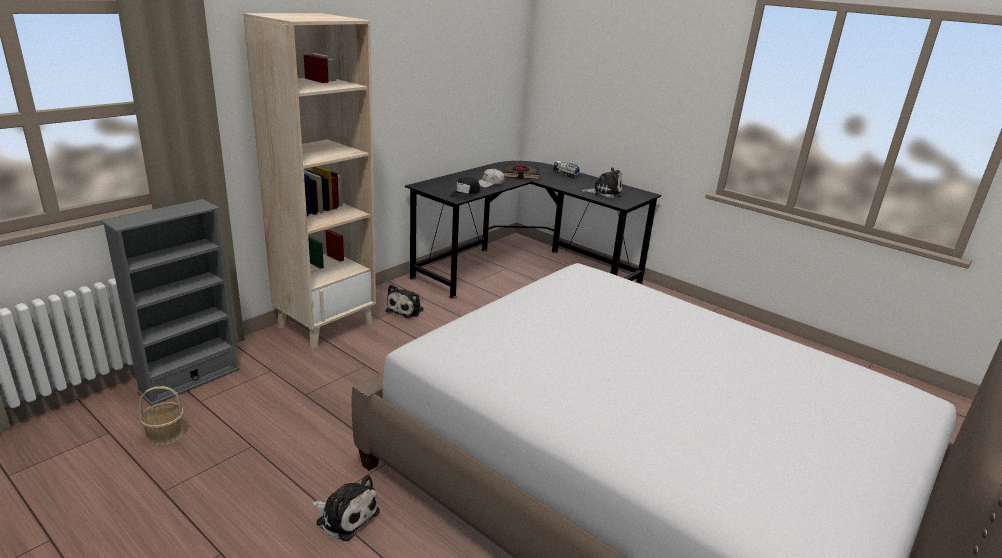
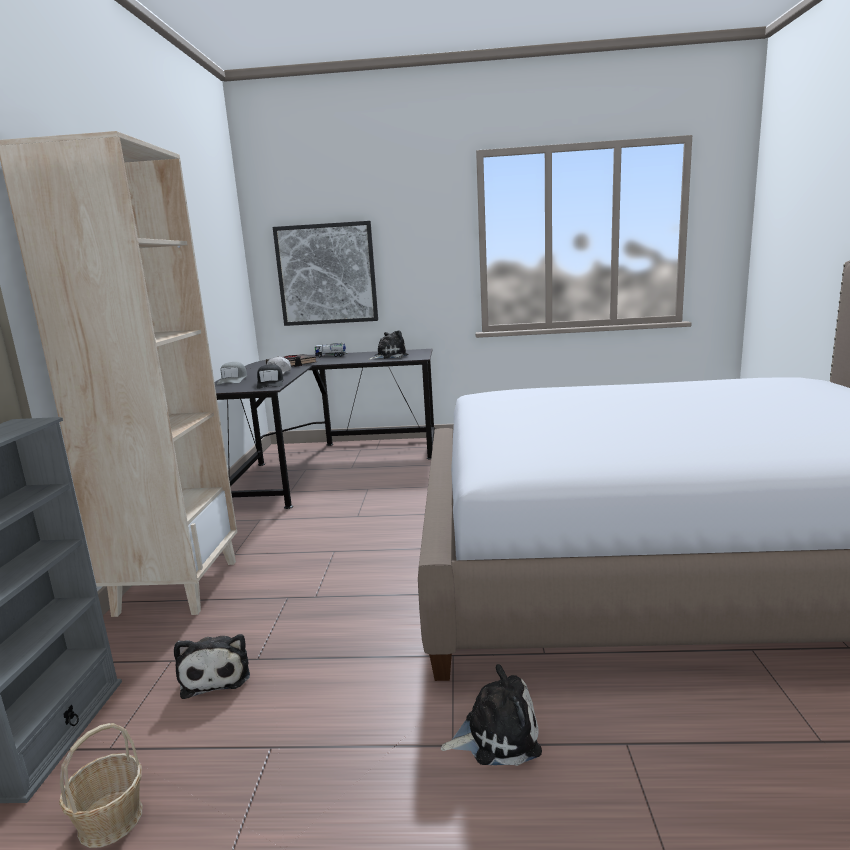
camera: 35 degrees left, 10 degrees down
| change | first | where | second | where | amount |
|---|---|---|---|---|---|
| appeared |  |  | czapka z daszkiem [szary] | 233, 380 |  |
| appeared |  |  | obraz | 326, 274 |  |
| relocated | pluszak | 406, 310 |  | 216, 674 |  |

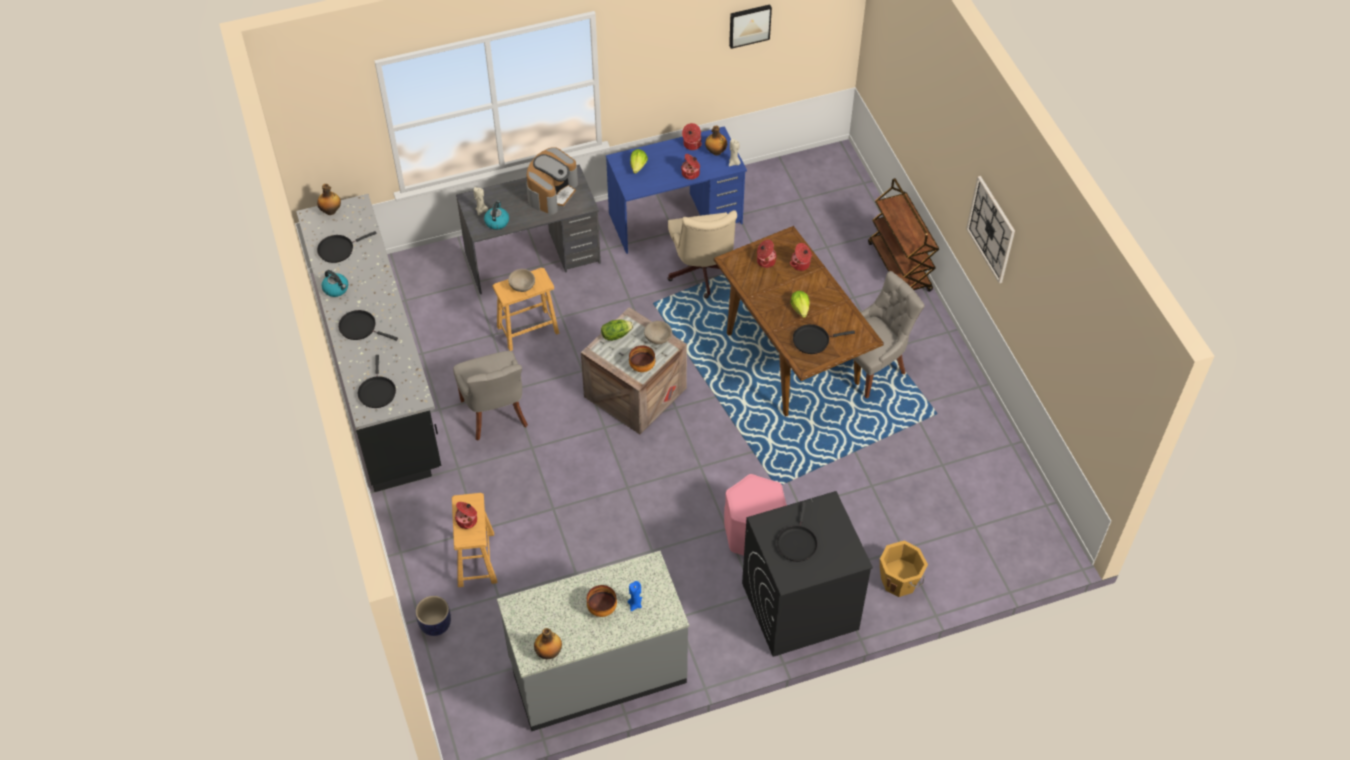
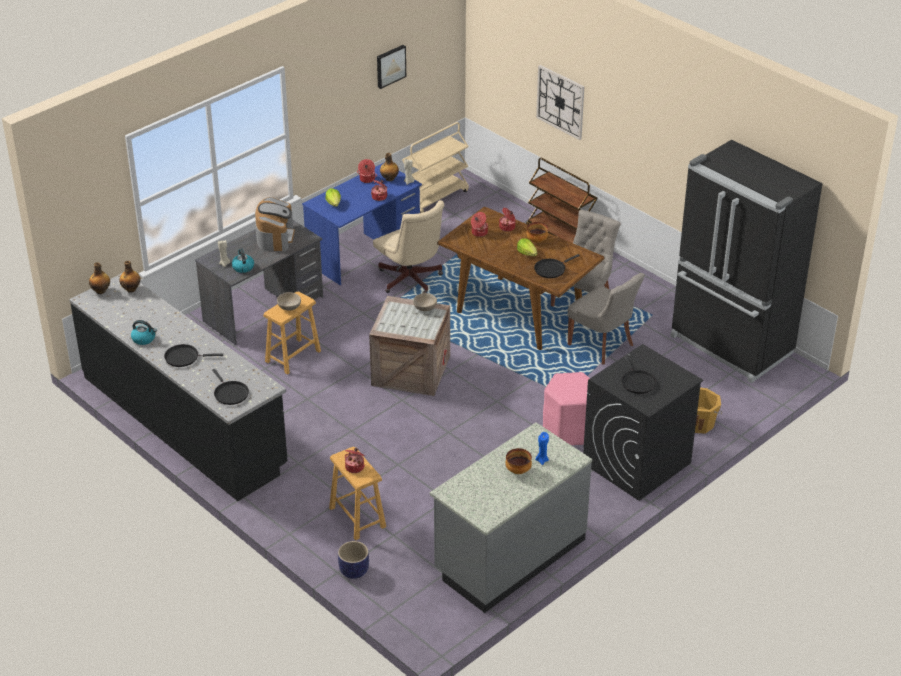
camera: 25 degrees left, 15 degrees down
| change | first | where | second | where | amount |
|---|---|---|---|---|---|
| missing | patelnia [czarny] | 338, 249 |  |  |  |
| missing | sałata | 616, 335 |  |  |  |
| appeared |  |  | wózek [beżowy] | 435, 197 |  |
| appeared |  |  | lodówka [czarny] | 730, 346 |  |
| relocated | krzesło [szary] | 495, 414 |  | 602, 345 |  |
| relocated | butelka | 549, 652 |  | 131, 289 |  |
| relocated | miska | 642, 367 |  | 537, 240 |  |
| relocated | zegar ścienny | 991, 229 |  | 560, 102 |  |

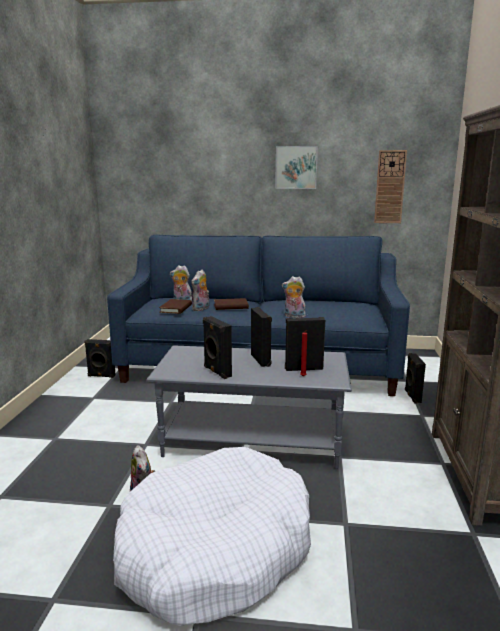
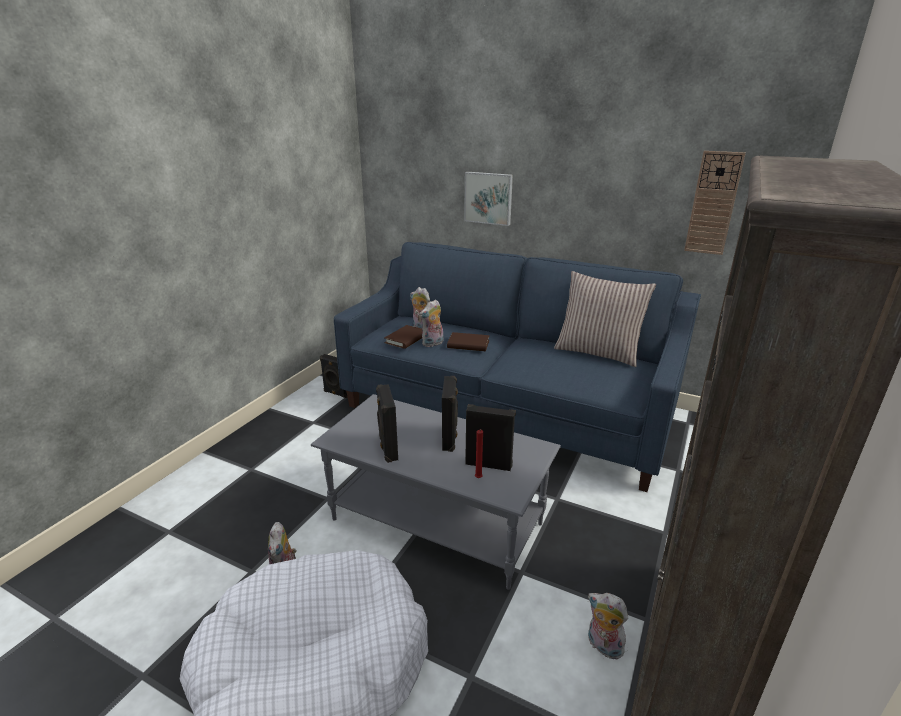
camera: 20 degrees right, 10 degrees up
| change | first | where | second | where | amount |
|---|---|---|---|---|---|
| missing | głośnik [czarny] | 412, 396 |  |  |  |
| appeared |  |  | poduszka | 598, 352 |  |
| relocated | obraz | 296, 167 |  | 488, 198 |  |
| relocated | pluszak | 293, 316 |  | 602, 646 |  |

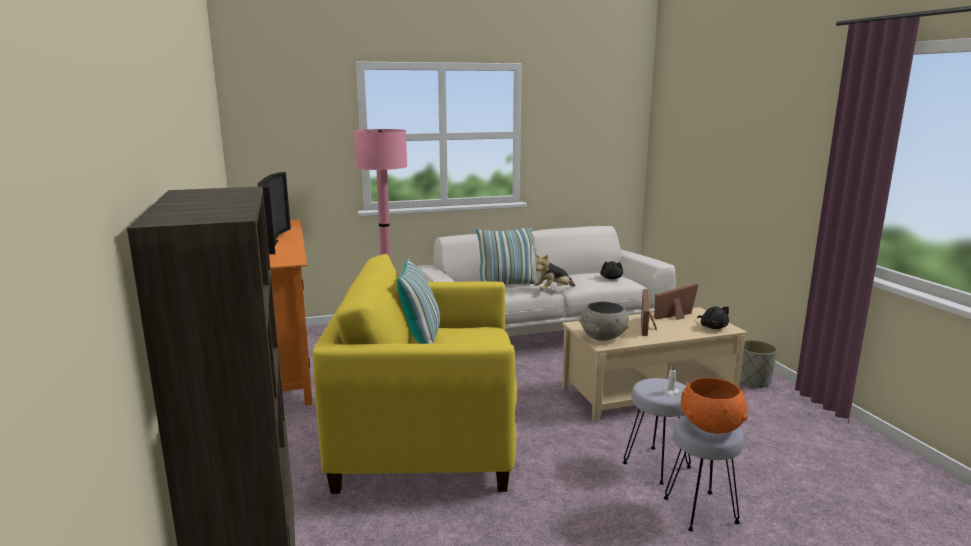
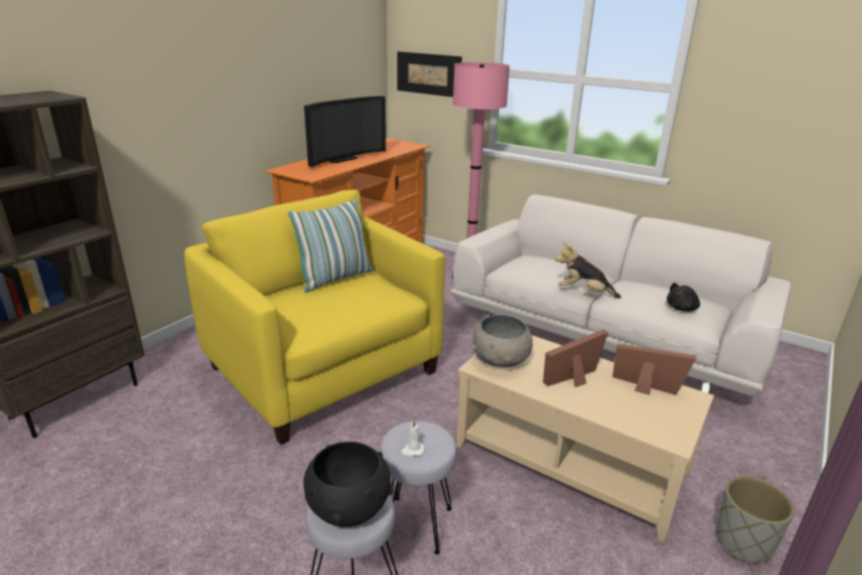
camera: 50 degrees right, 10 degrees up
| change | first | where | second | where | amount |
|---|---|---|---|---|---|
| missing | poduszka | 506, 284 |  |  |  |
| missing | pluszak [czarny] | 712, 327 |  |  |  |
| appeared |  |  | obraz | 428, 74 |  |
| colour | miska [pomarańczowy] | 710, 427 | miska [czarny] | 348, 507 |  |

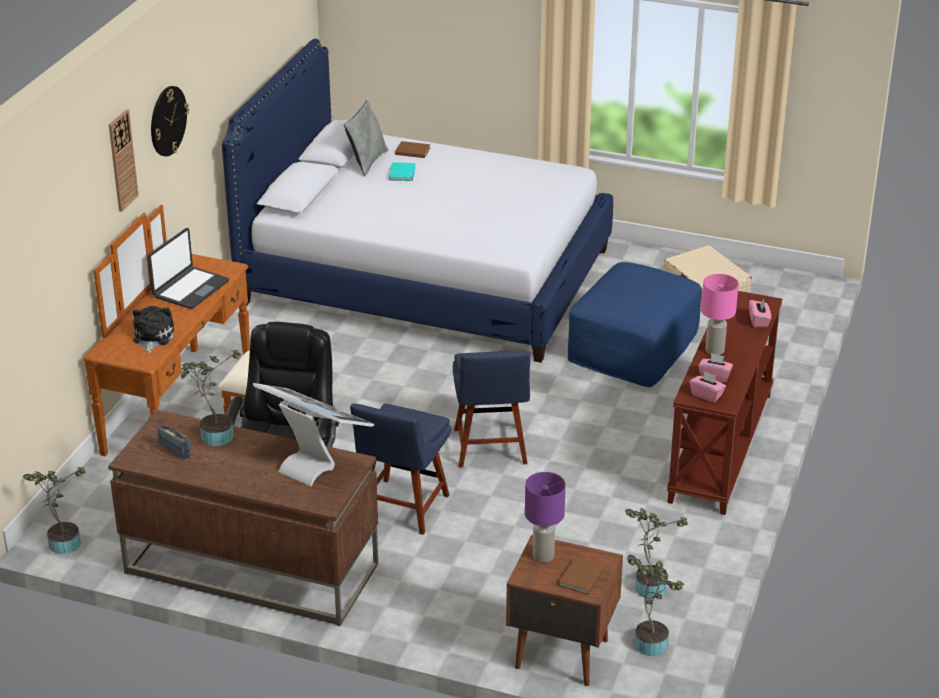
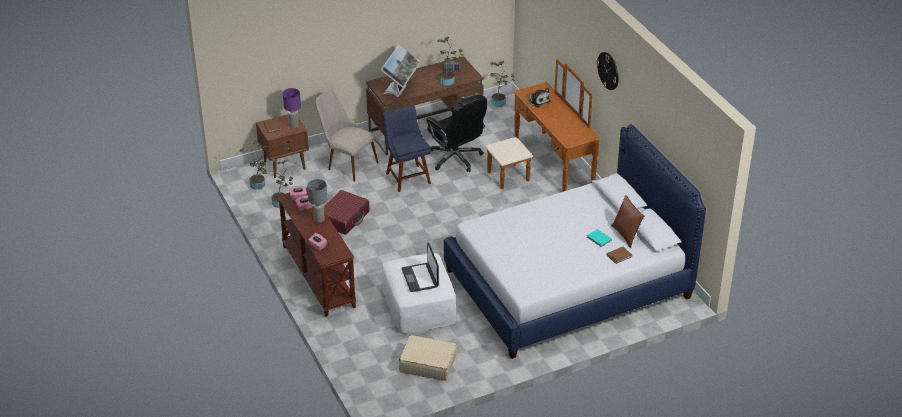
camera: 135 degrees right, 5 degrees up
| change | first | where | second | where | amount |
|---|---|---|---|---|---|
| missing | zegar ścienny | 122, 160 |  |  |  |
| missing | krzesło [niebieski] | 490, 449 |  |  |  |
| appeared |  |  | krzesło [beżowy] | 346, 163 |  |
| appeared |  |  | walizka [czerwony] | 344, 218 |  |
| relocated | laptop | 190, 289 |  | 420, 278 |  |
| colour | poduszka [szary] | 367, 162 | poduszka [brązowy] | 626, 235 |  |
| colour | pufa [niebieski] | 633, 346 | pufa [biały] | 419, 305 |  |
| colour | lampa stołowa [różowy] | 714, 351 | lampa stołowa [szary] | 319, 219 |  |
| spun | monitor | 315, 462 |  | 400, 91 | 60 degrees counterclockwise |

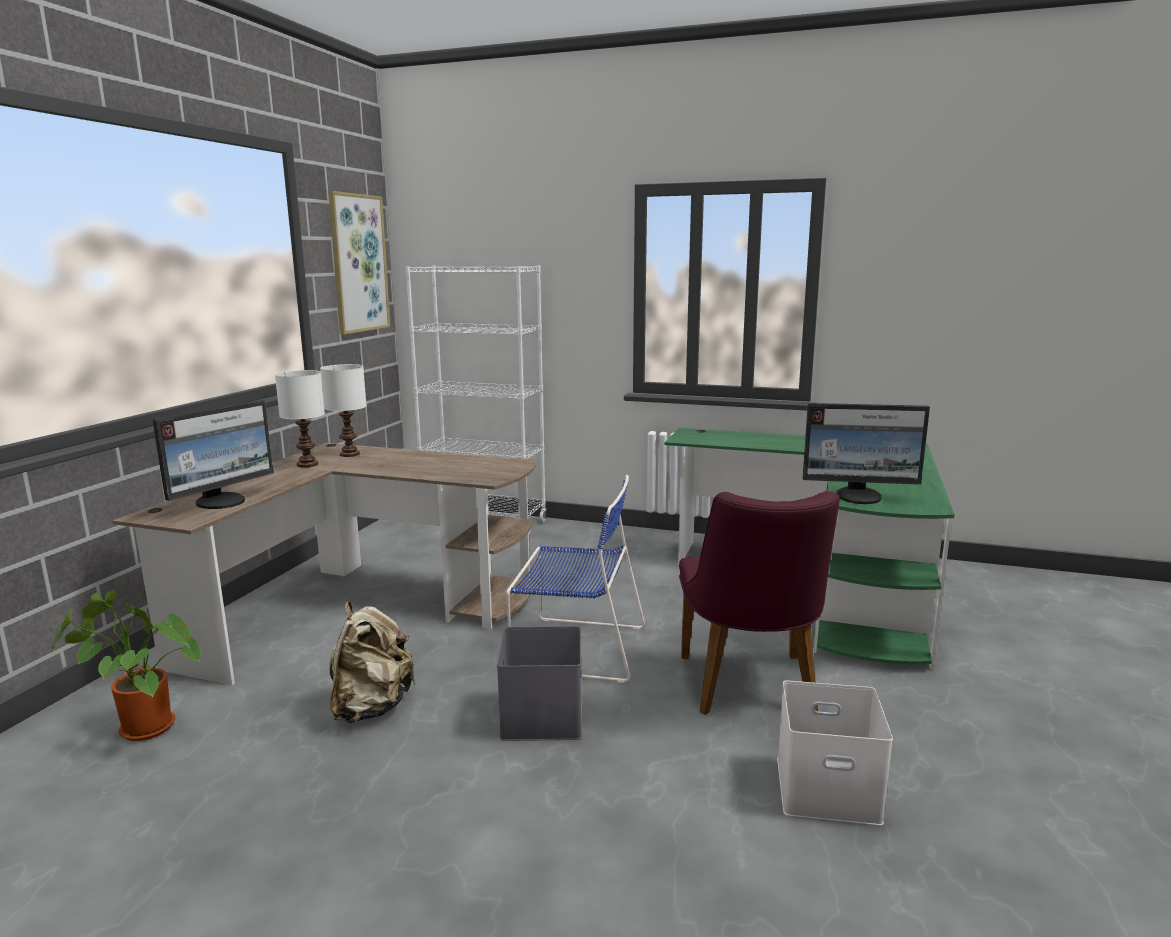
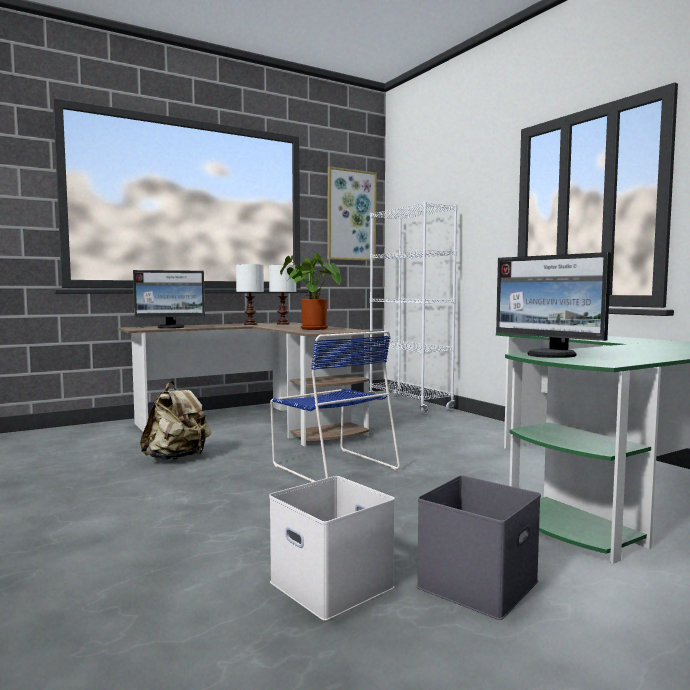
camera: 40 degrees right, 10 degrees down
| change | first | where | second | where | amount |
|---|---|---|---|---|---|
| missing | krzesło [fioletowy] | 750, 690 |  |  |  |
| relocated | roślina doniczkowa | 141, 729 |  | 311, 329 |  |
| relocated | pojemnik do przechowywania [szary] | 540, 715 |  | 476, 582 |  |

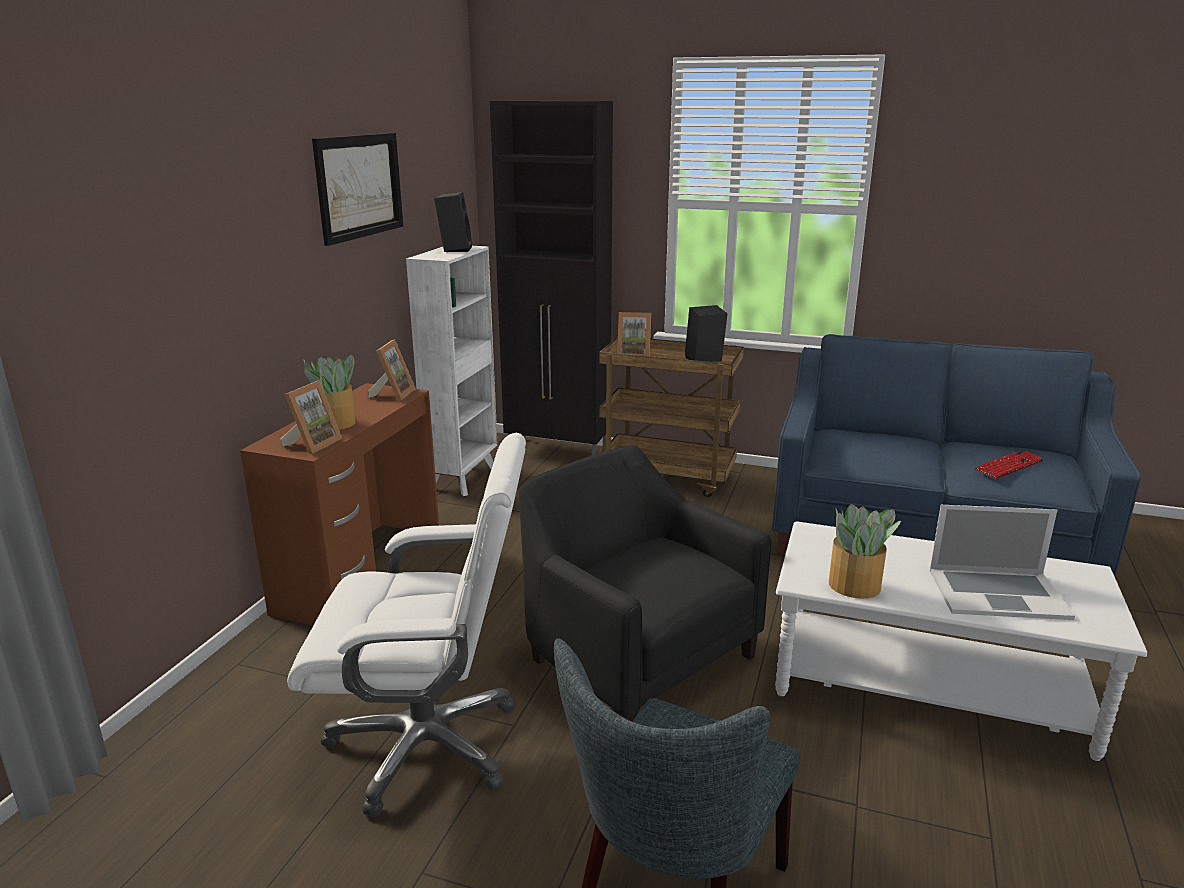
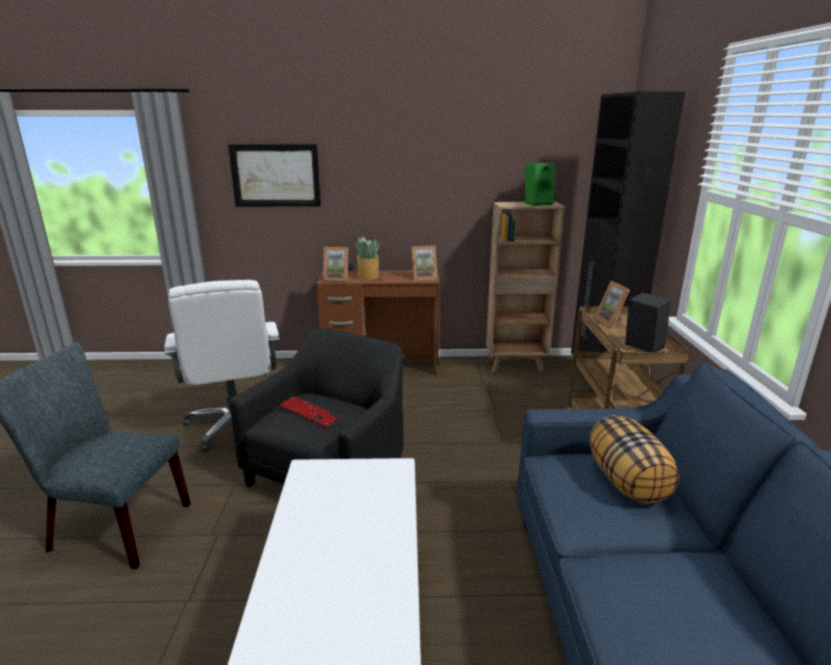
camera: 70 degrees right, 0 degrees up
| change | first | where | second | where | amount |
|---|---|---|---|---|---|
| missing | roślina doniczkowa | 855, 586 |  |  |  |
| missing | laptop | 997, 593 |  |  |  |
| appeared |  |  | poduszka | 627, 482 |  |
| relocated | obraz | 359, 186 |  | 276, 175 |  |
| relocated | klawiatura | 1009, 466 |  | 309, 413 |  |
| colour | regał [biały] | 463, 478 | regał [brązowy] | 516, 364 |  |
| colour | głośnik [czarny] | 454, 249 | głośnik [zielony] | 538, 203 |  |

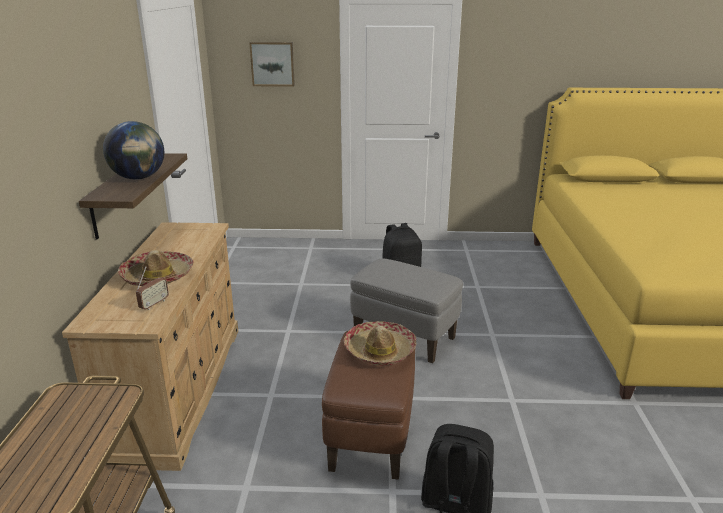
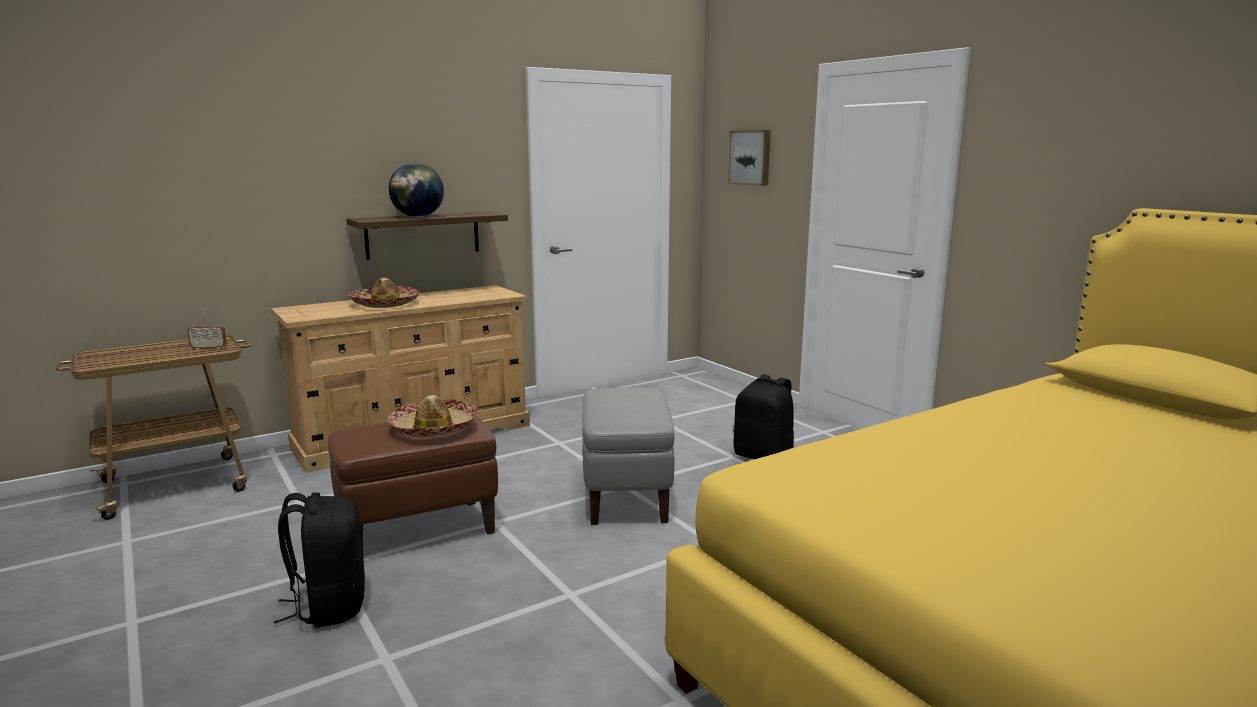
camera: 55 degrees right, 10 degrees down
| change | first | where | second | where | amount |
|---|---|---|---|---|---|
| relocated | radio | 154, 304 |  | 209, 348 |  |

